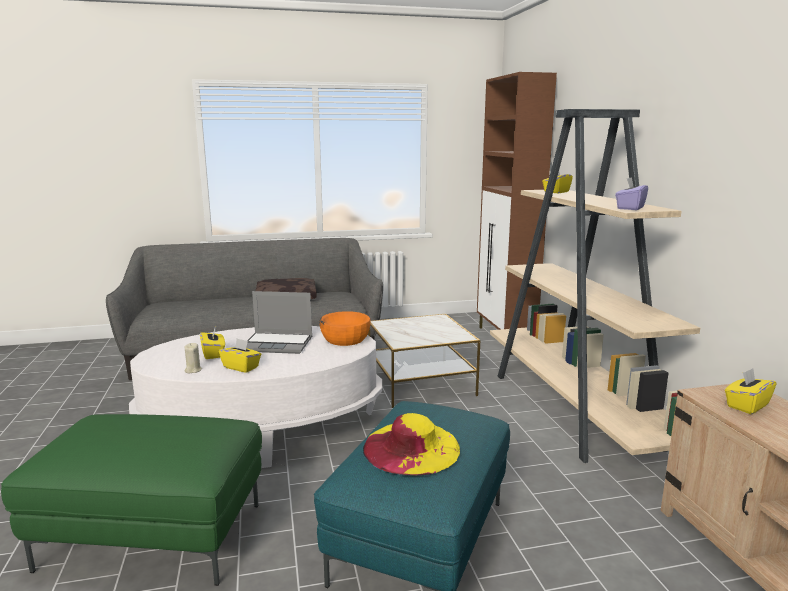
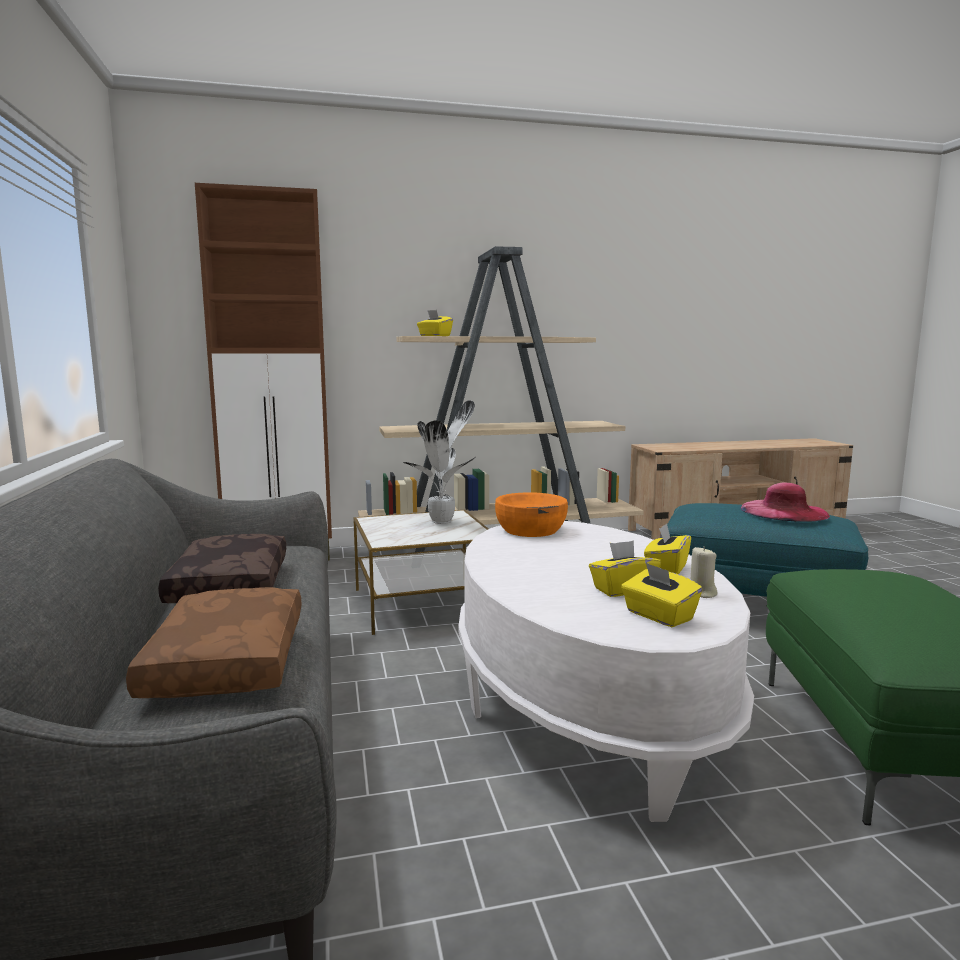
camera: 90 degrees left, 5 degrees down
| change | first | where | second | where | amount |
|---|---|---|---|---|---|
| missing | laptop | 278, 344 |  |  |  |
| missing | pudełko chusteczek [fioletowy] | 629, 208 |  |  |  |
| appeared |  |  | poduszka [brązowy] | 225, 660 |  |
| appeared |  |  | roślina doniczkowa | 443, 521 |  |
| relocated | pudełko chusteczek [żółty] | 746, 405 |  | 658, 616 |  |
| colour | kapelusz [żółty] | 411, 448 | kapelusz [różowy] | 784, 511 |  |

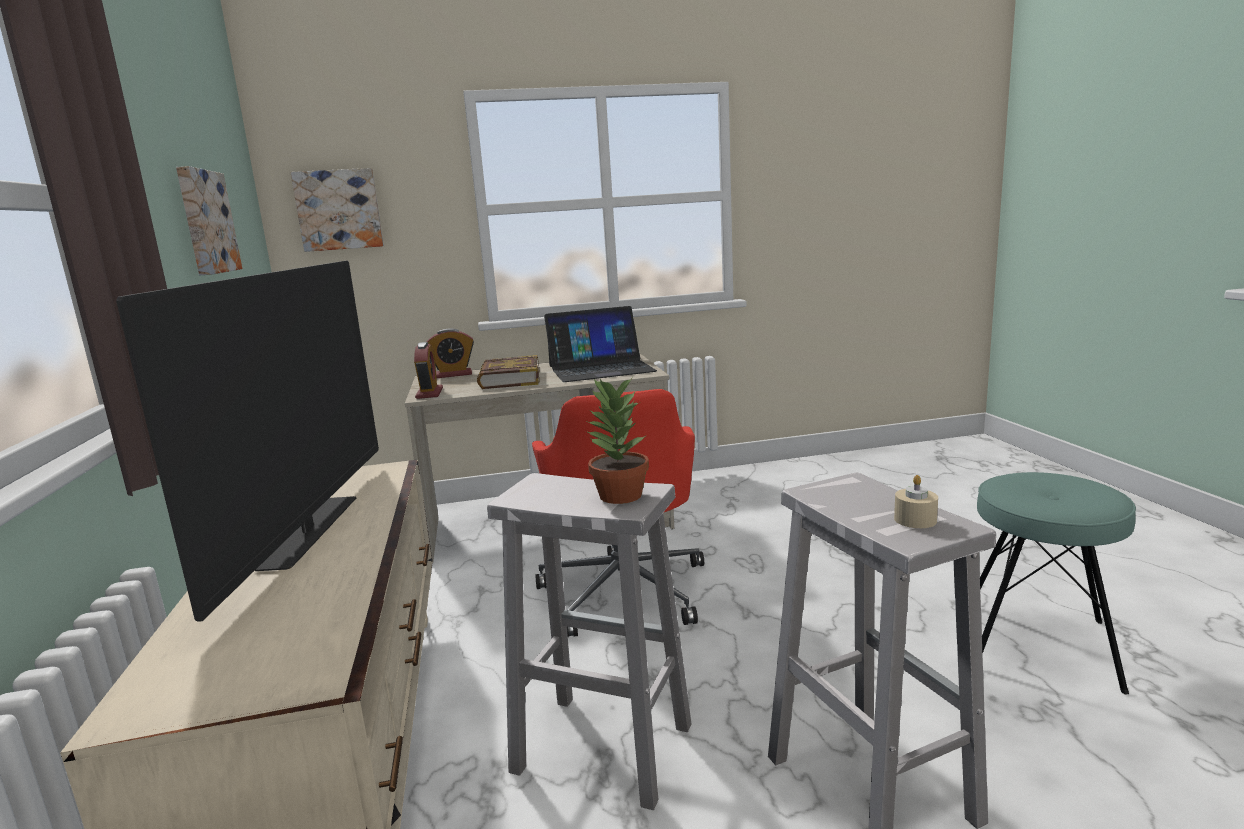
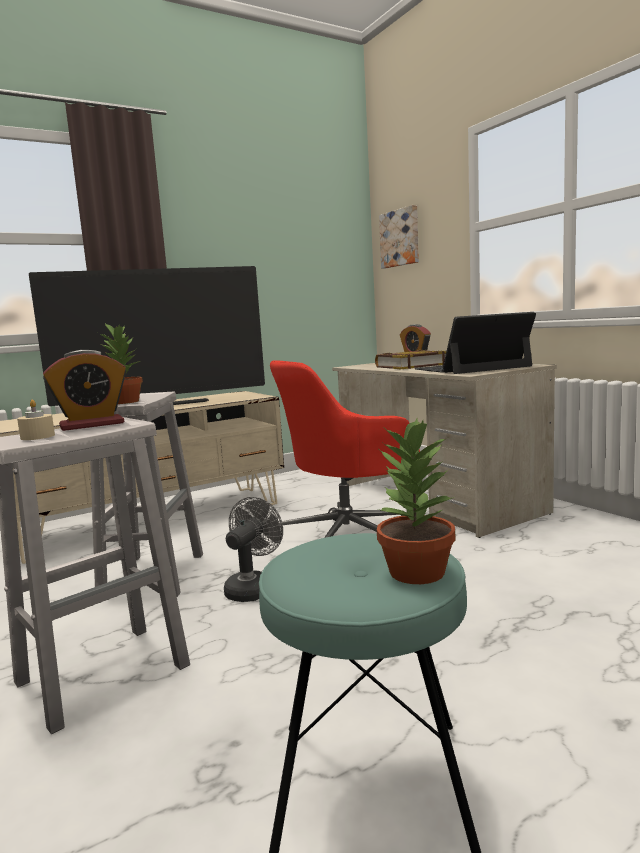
camera: 70 degrees right, 5 degrees down
| change | first | where | second | where | amount |
|---|---|---|---|---|---|
| missing | obraz | 205, 222 |  |  |  |
| appeared |  |  | wentylator [szary] | 252, 588 |  |
| appeared |  |  | roślina doniczkowa | 415, 572 |  |
| relocated | budzik | 429, 393 |  | 92, 425 |  |
| spun | laptop | 600, 368 |  | 472, 368 | 105 degrees clockwise |

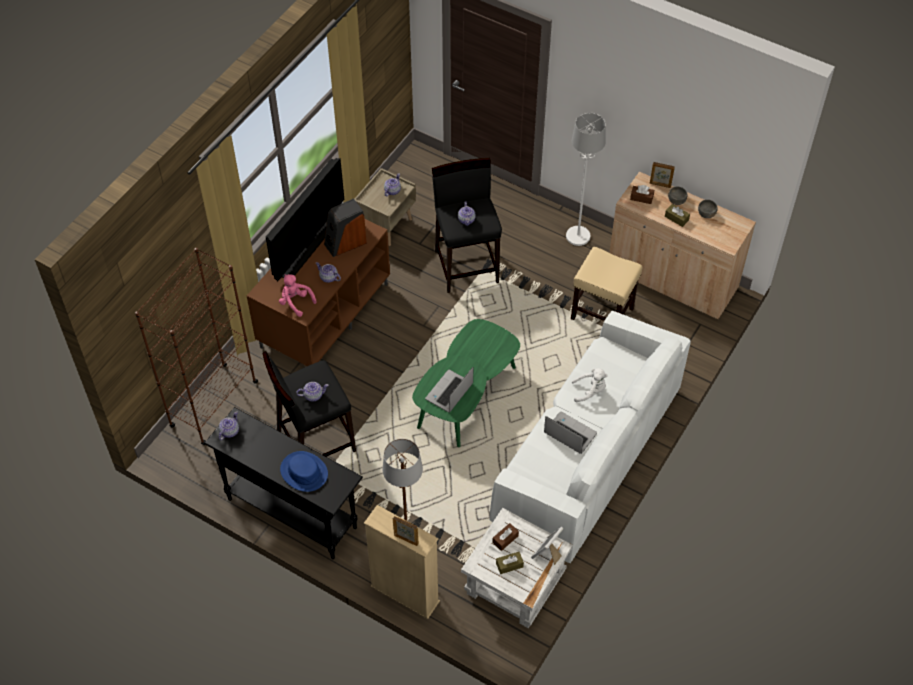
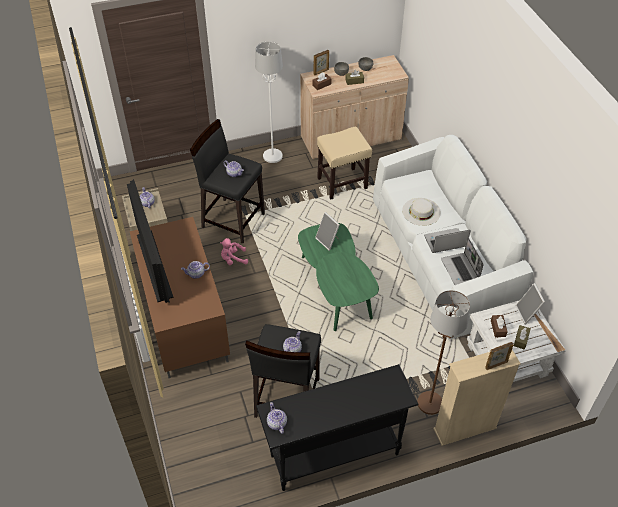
camera: 50 degrees left, 5 degrees down
| change | first | where | second | where | amount |
|---|---|---|---|---|---|
| missing | regał [brązowy] | 213, 404 |  |  |  |
| missing | kapelusz [niebieski] | 304, 472 |  |  |  |
| missing | głośnik | 345, 243 |  |  |  |
| appeared |  |  | ramka na zdjęcie | 328, 241 |  |
| relocated | pluszak [różowy] | 295, 302 |  | 233, 259 |  |
| relocated | laptop | 449, 392 |  | 460, 270 |  |
| exchanged | pluszak [biały] | 590, 391 | kapelusz [biały] | 421, 211 |  |

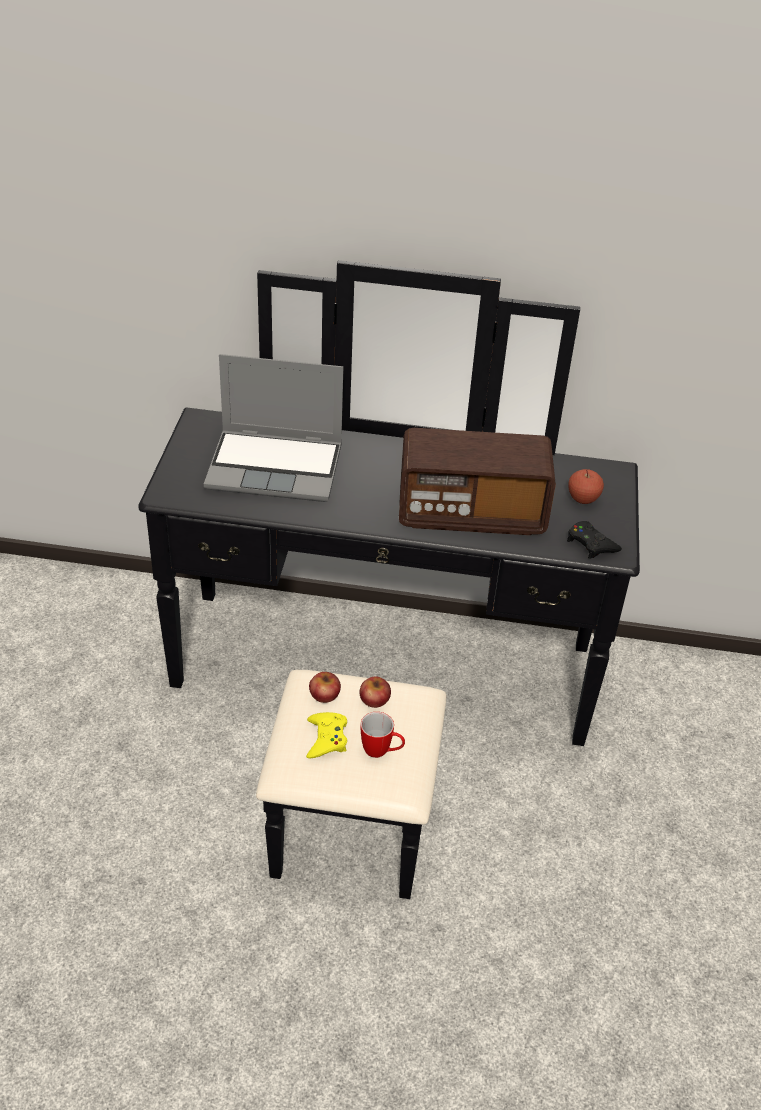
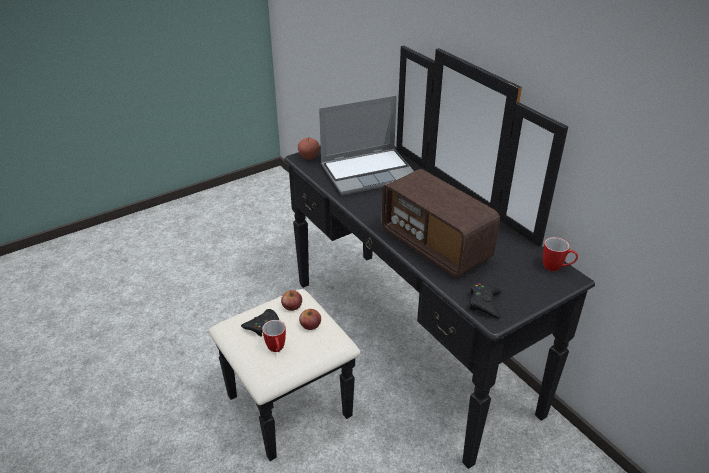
camera: 50 degrees right, 5 degrees down
| change | first | where | second | where | amount |
|---|---|---|---|---|---|
| appeared |  |  | kubek | 556, 268 |  |
| relocated | jabłko | 583, 499 |  | 309, 157 |  |
| colour | pad do gier [żółty] | 326, 739 | pad do gier [czarny] | 262, 325 |  |
| spun | laptop | 277, 467 |  | 369, 172 | 75 degrees counterclockwise |

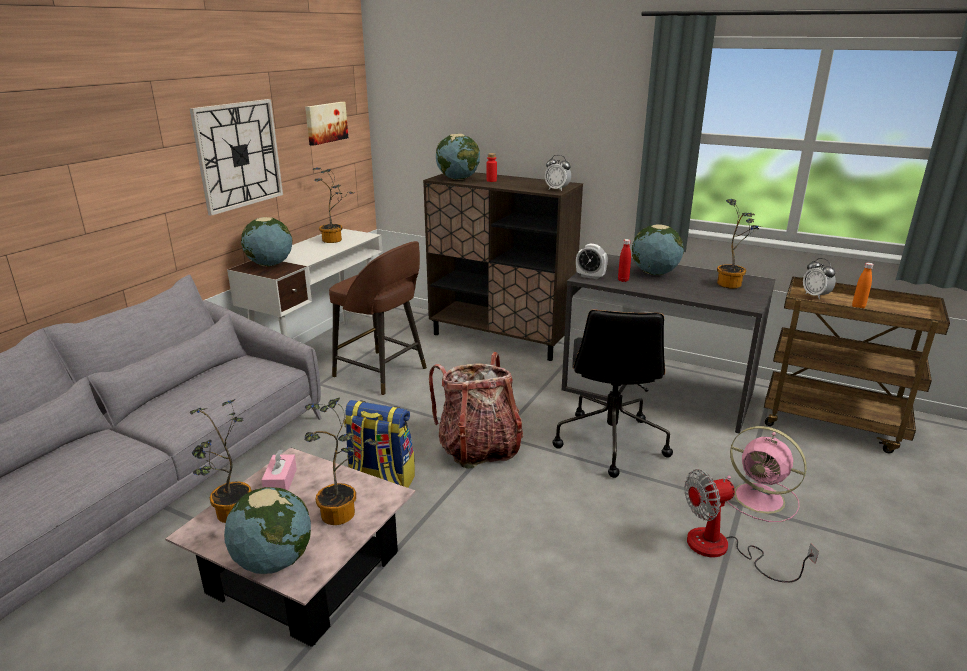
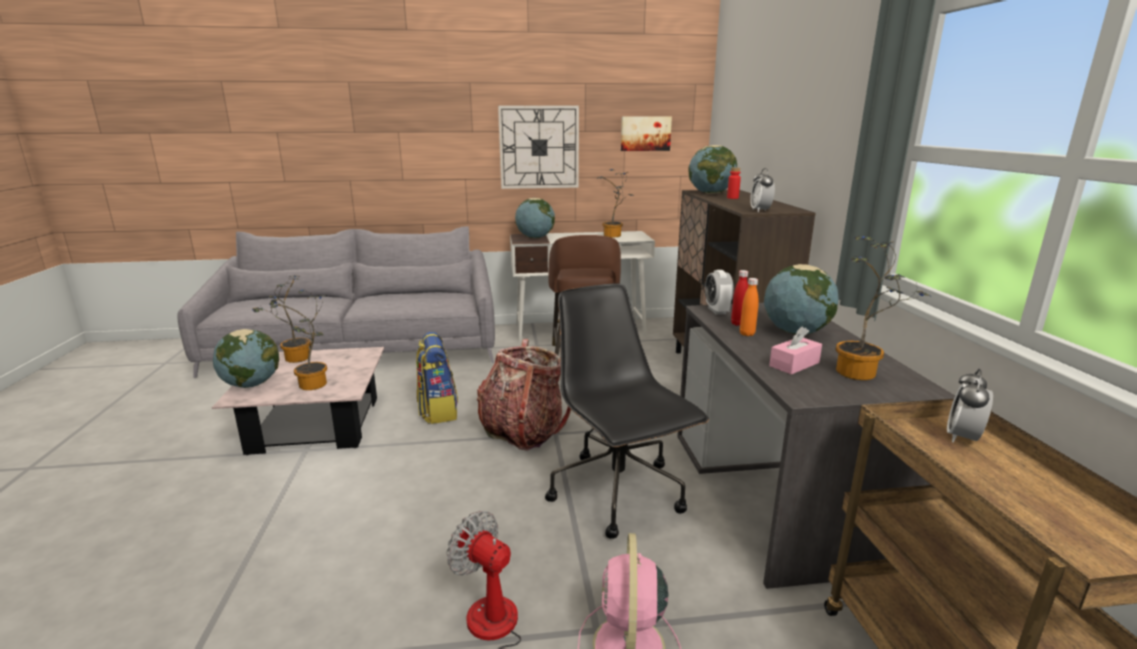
camera: 55 degrees right, 5 degrees down
| change | first | where | second | where | amount |
|---|---|---|---|---|---|
| relocated | pudełko chusteczek [różowy] | 280, 481 |  | 794, 364 |  |
| relocated | butelka [pomarańczowy] | 858, 307 |  | 747, 334 |  |
| spun | krzesło biurowe [czarny] | 610, 441 |  | 619, 494 | 90 degrees clockwise |

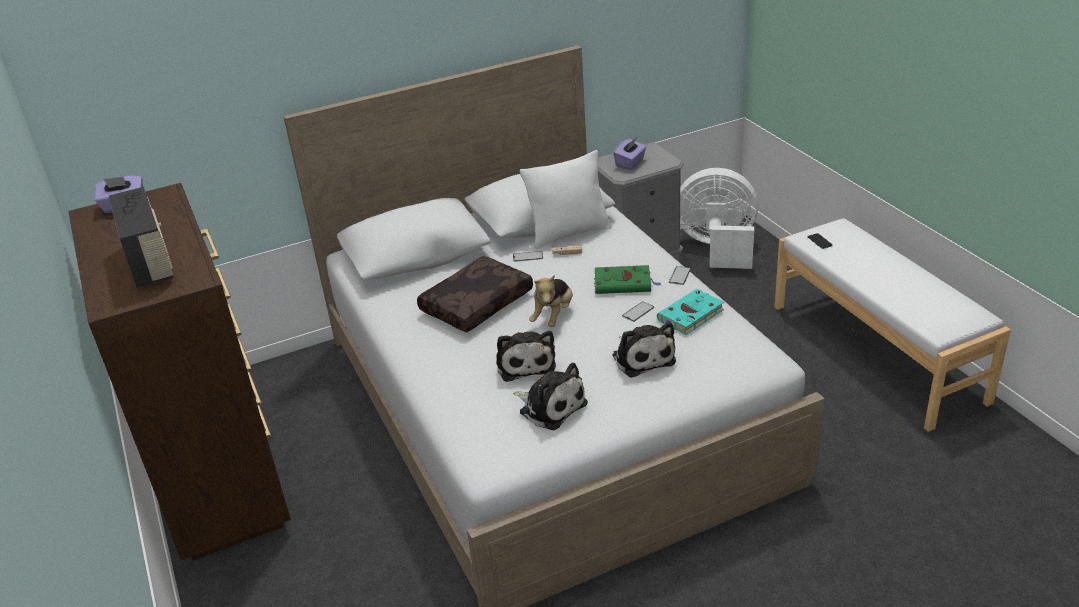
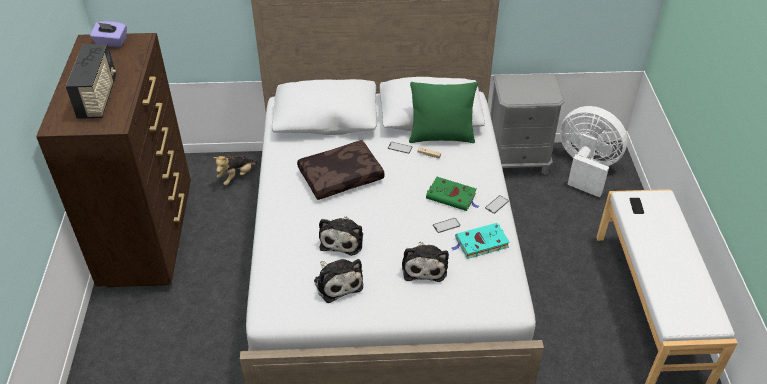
camera: 20 degrees right, 10 degrees up
| change | first | where | second | where | amount |
|---|---|---|---|---|---|
| missing | pudełko chusteczek [fioletowy] | 630, 163 |  |  |  |
| relocated | pluszak | 553, 315 |  | 236, 177 |  |
| colour | poduszka [biały] | 569, 233 | poduszka [zielony] | 441, 137 |  |

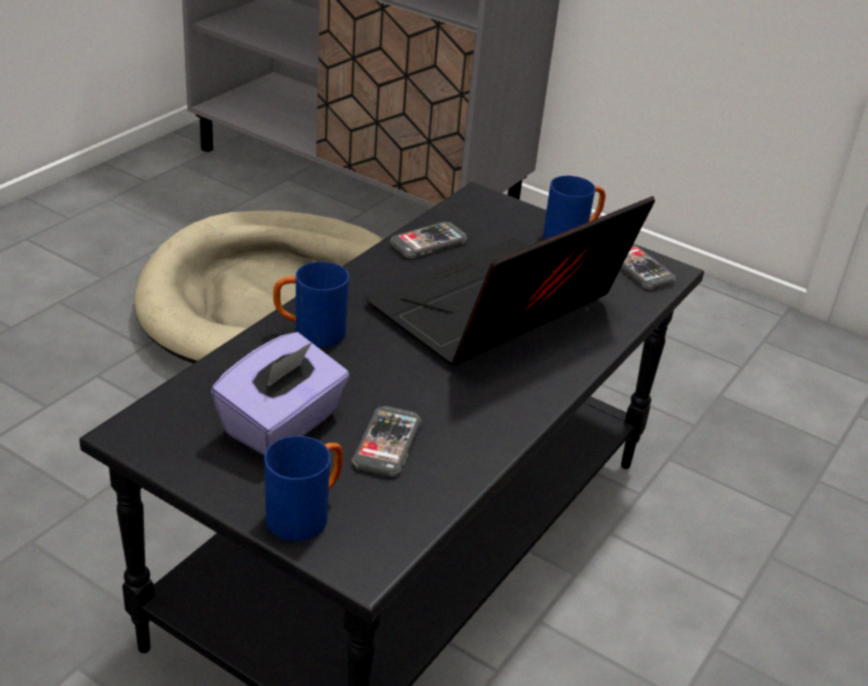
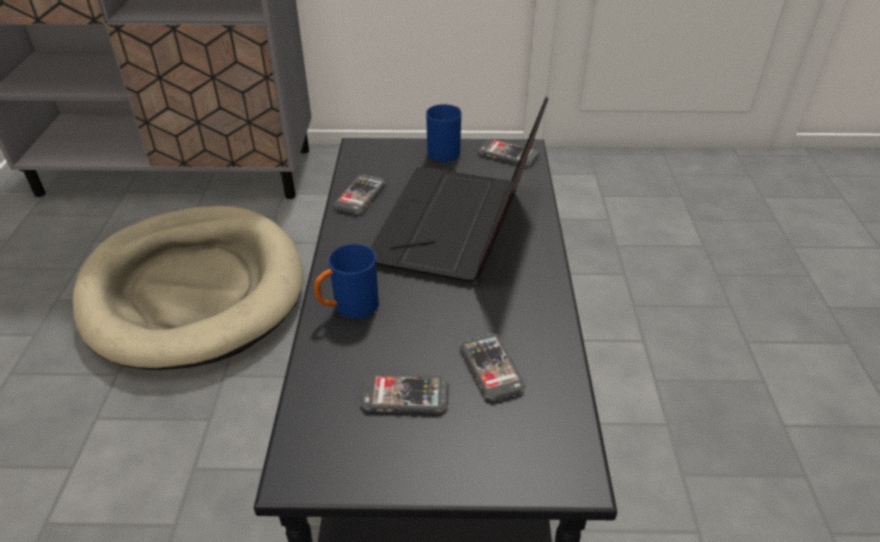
camera: 30 degrees left, 5 degrees up
| change | first | where | second | where | amount |
|---|---|---|---|---|---|
| missing | kubek [niebieski] | 306, 514 |  |  |  |
| exchanged | pudełko chusteczek [fioletowy] | 282, 424 | telefon | 405, 396 |  |

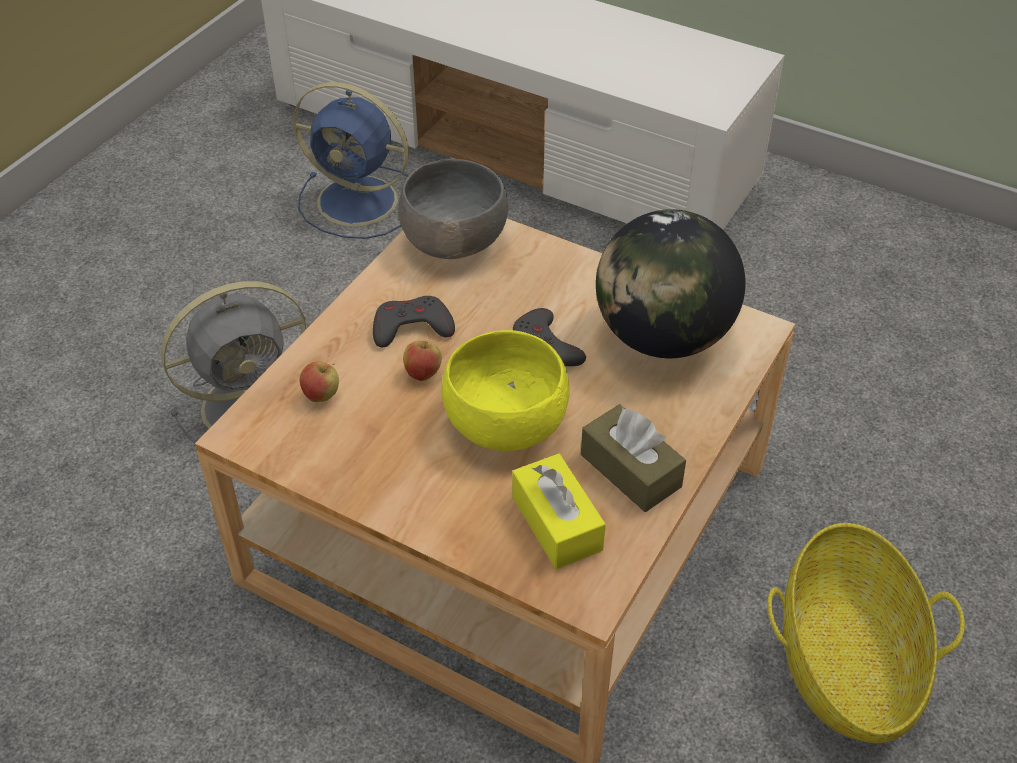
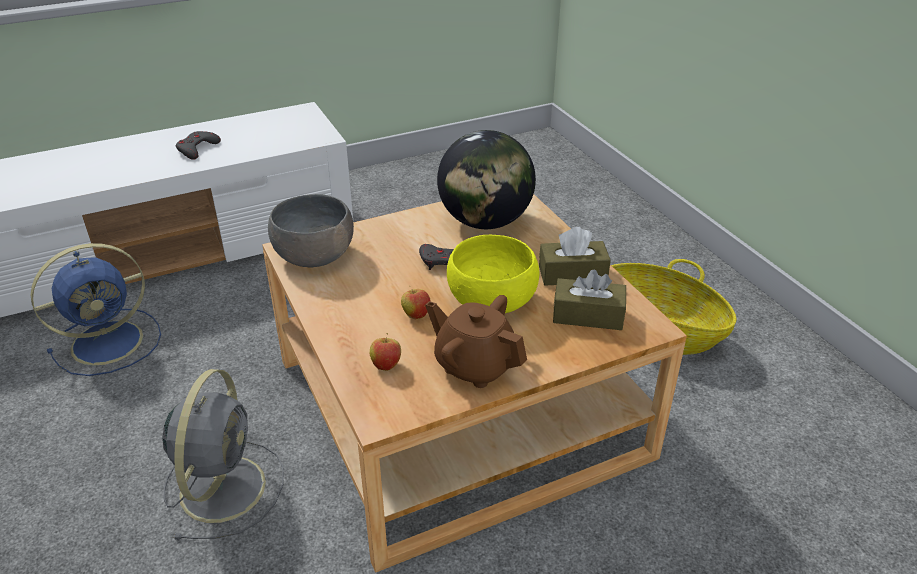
camera: 55 degrees left, 10 degrees down
| change | first | where | second | where | amount |
|---|---|---|---|---|---|
| appeared |  |  | imbryk [brązowy] | 475, 365 |  |
| relocated | pad do gier [szary] | 411, 327 |  | 197, 149 |  |
| colour | pudełko chusteczek [żółty] | 557, 523 | pudełko chusteczek [brązowy] | 588, 315 |  |

